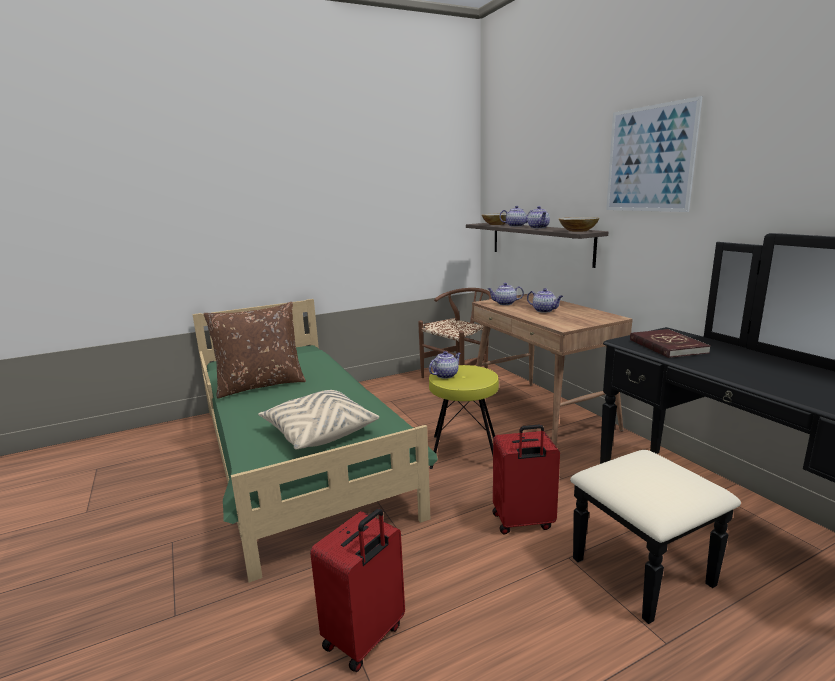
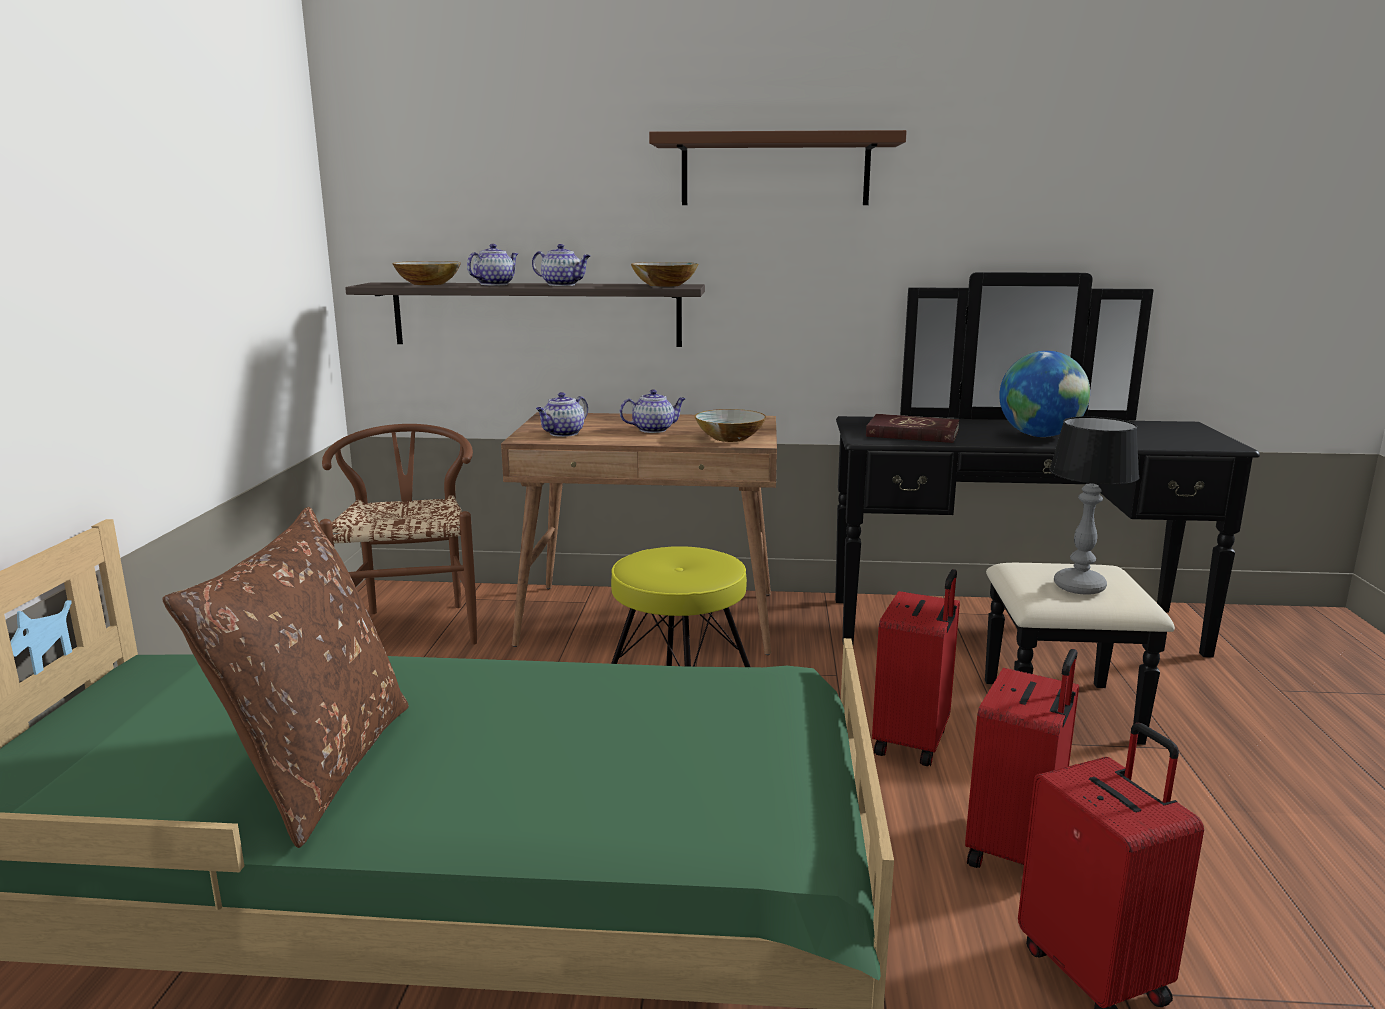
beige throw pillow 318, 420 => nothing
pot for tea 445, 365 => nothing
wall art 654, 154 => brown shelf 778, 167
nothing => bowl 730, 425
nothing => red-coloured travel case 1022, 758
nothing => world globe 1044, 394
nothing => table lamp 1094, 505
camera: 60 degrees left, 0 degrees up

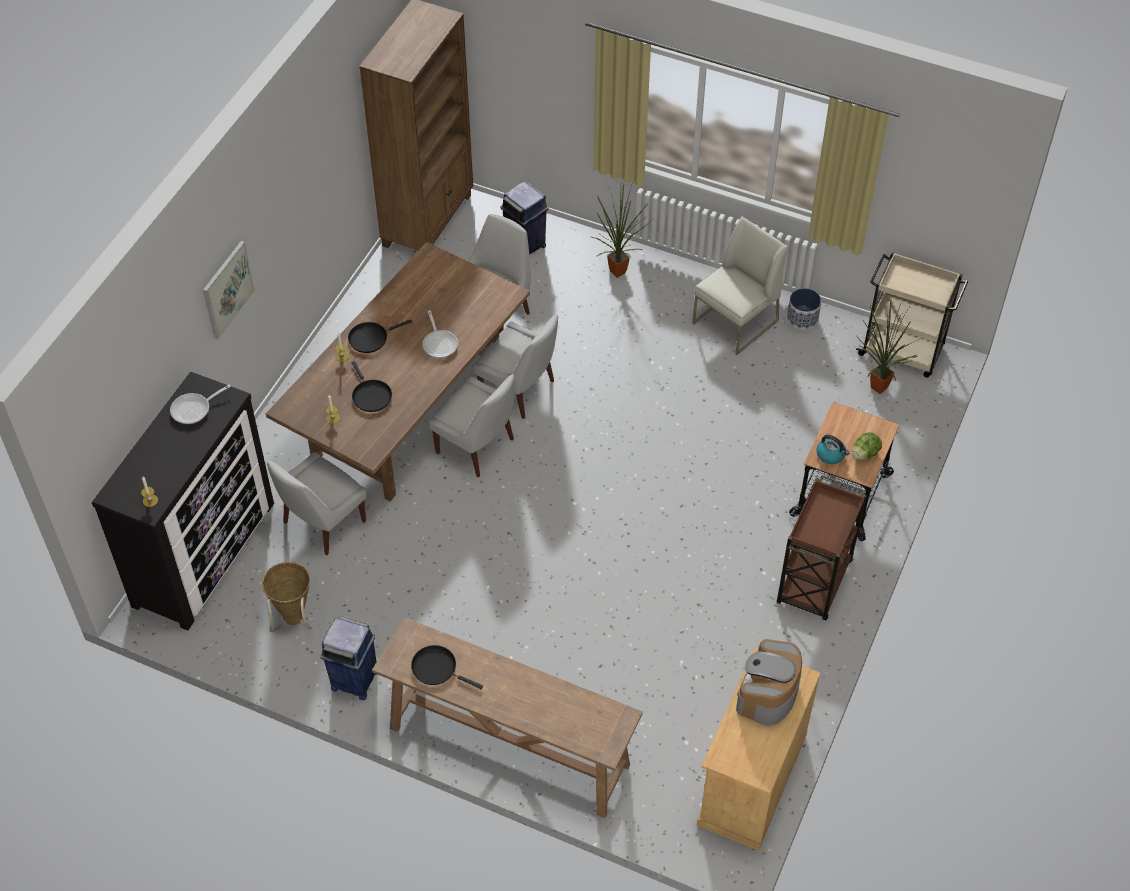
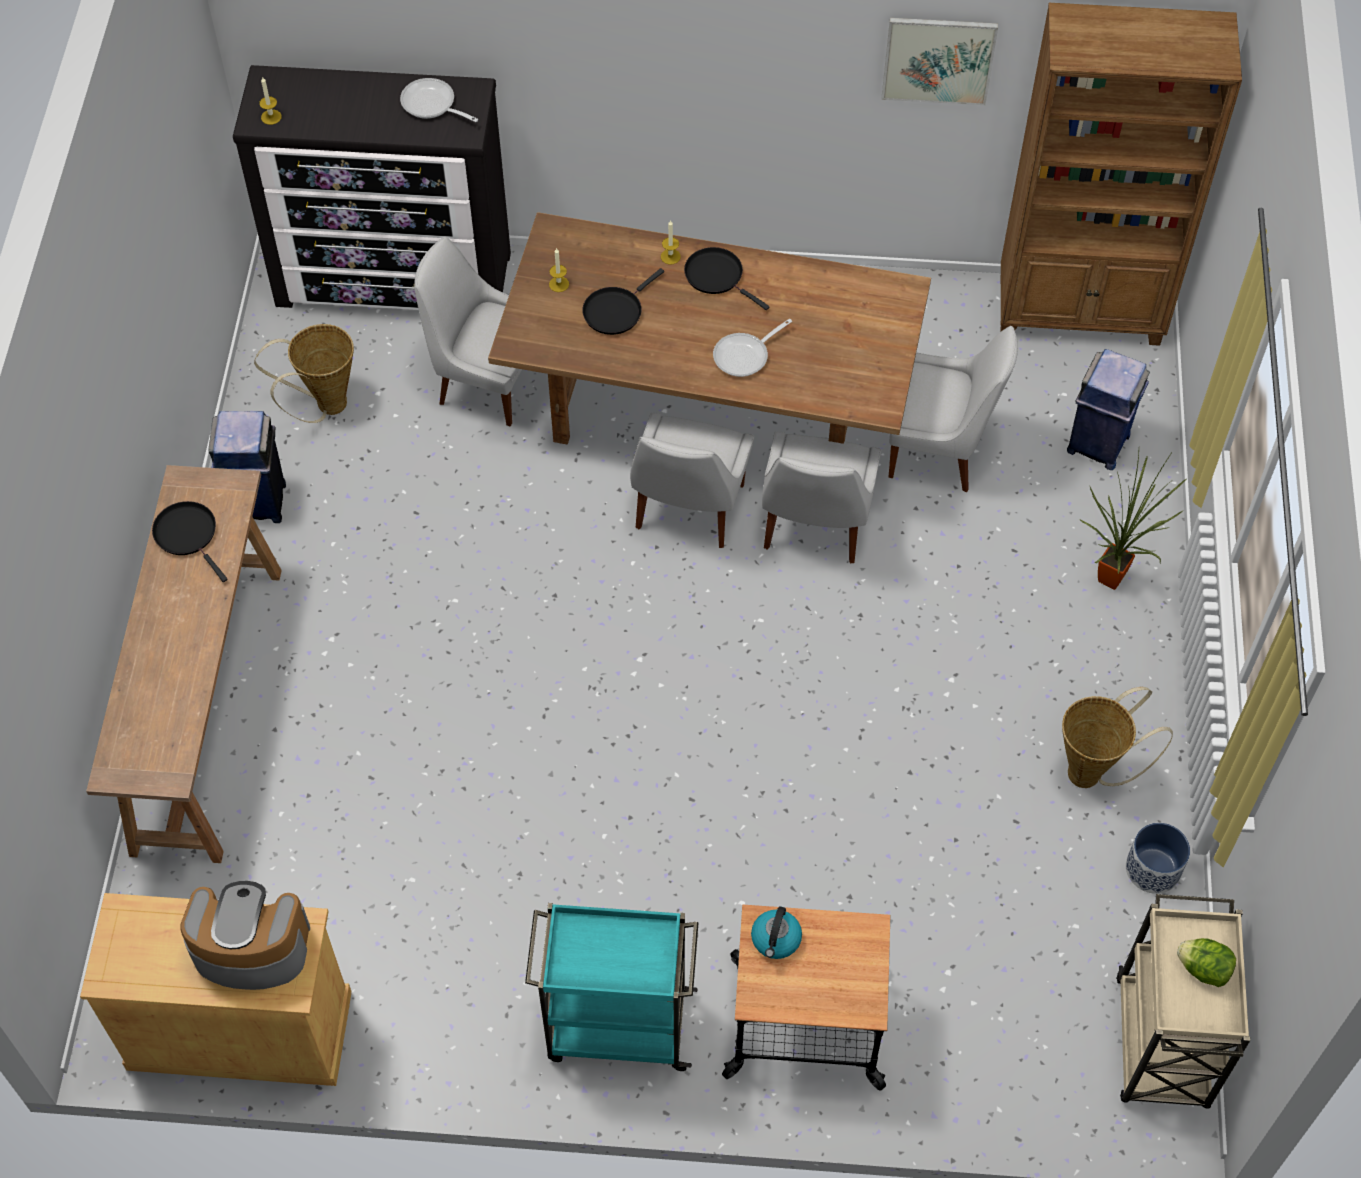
wall art 229, 290 => wall art 940, 61, shifted
black-coloured skillet 447, 667 => black-coloured skillet 190, 541, 45 degrees counterclockwise
white-coloured plain chair 740, 285 => storage basket 1117, 737
brown trolley 822, 547 => blue-green trolley 611, 987
lettuce head 867, 446 => lettuce head 1206, 962, shifted
plant in a pot 889, 347 => nothing
camera: 70 degrees right, 5 degrees up

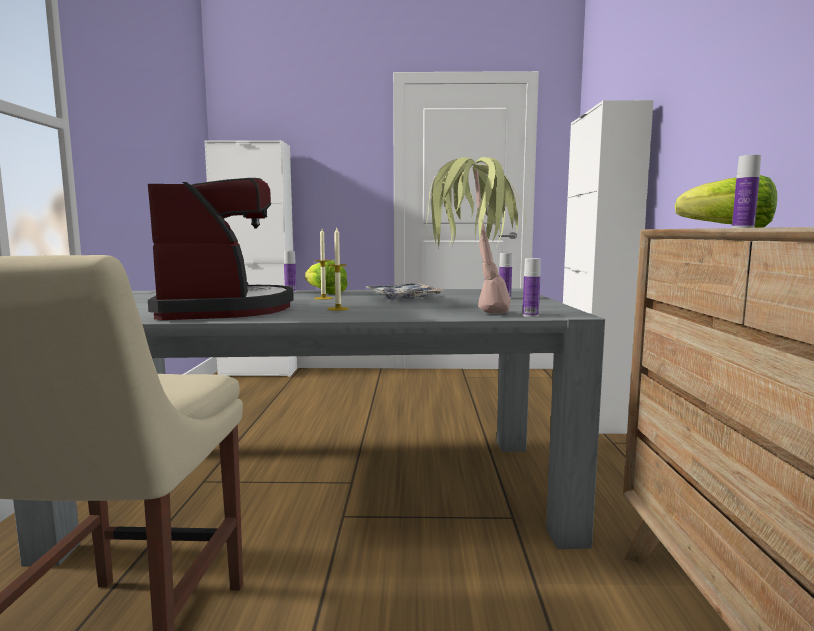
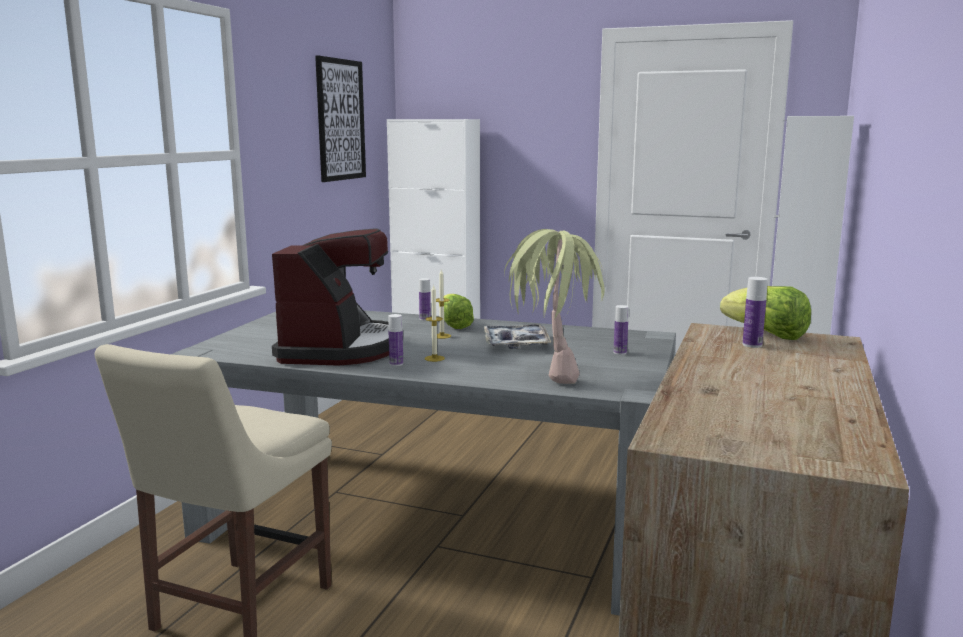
bottle 532, 287 => bottle 395, 340, shifted
nothing => wall art 340, 118
camera: 20 degrees right, 5 degrees up

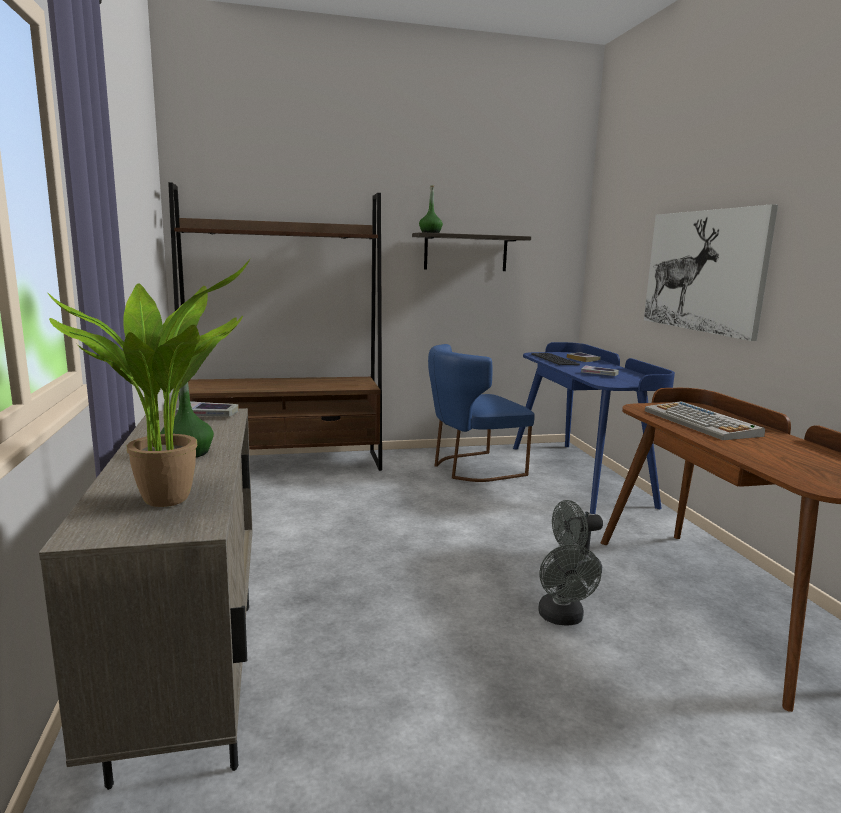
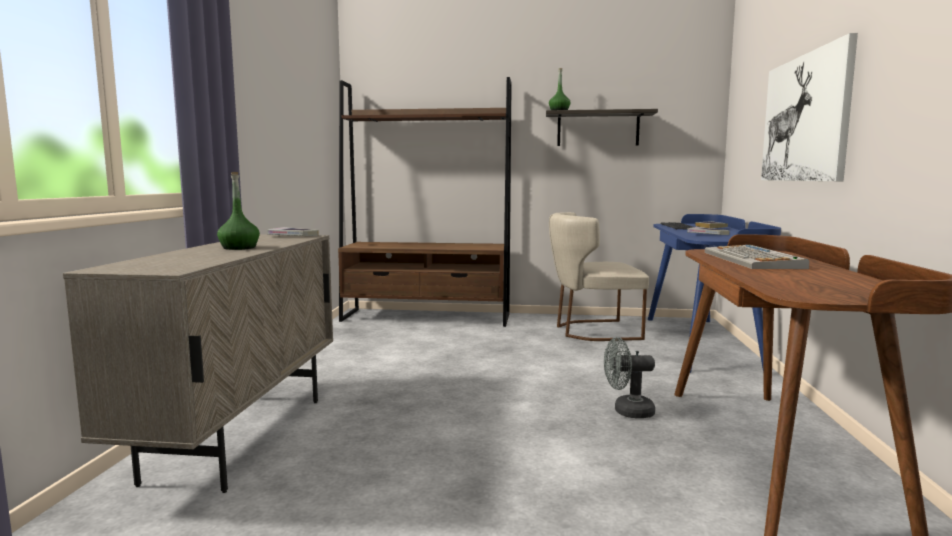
plant in a pot 148, 383 => nothing
blue-coloured plain chair 481, 413 => beige plain chair 599, 276
grey cooling fan 569, 584 => nothing
camera: 20 degrees right, 5 degrees down

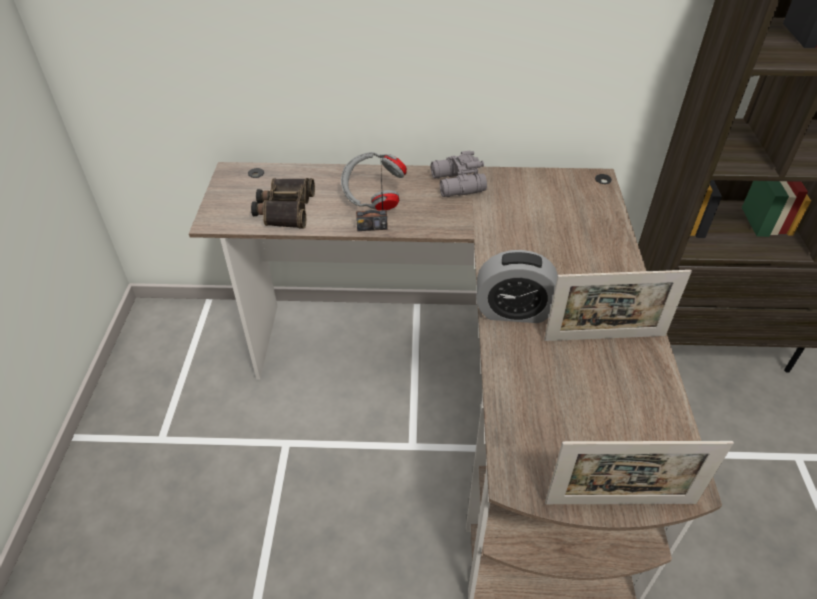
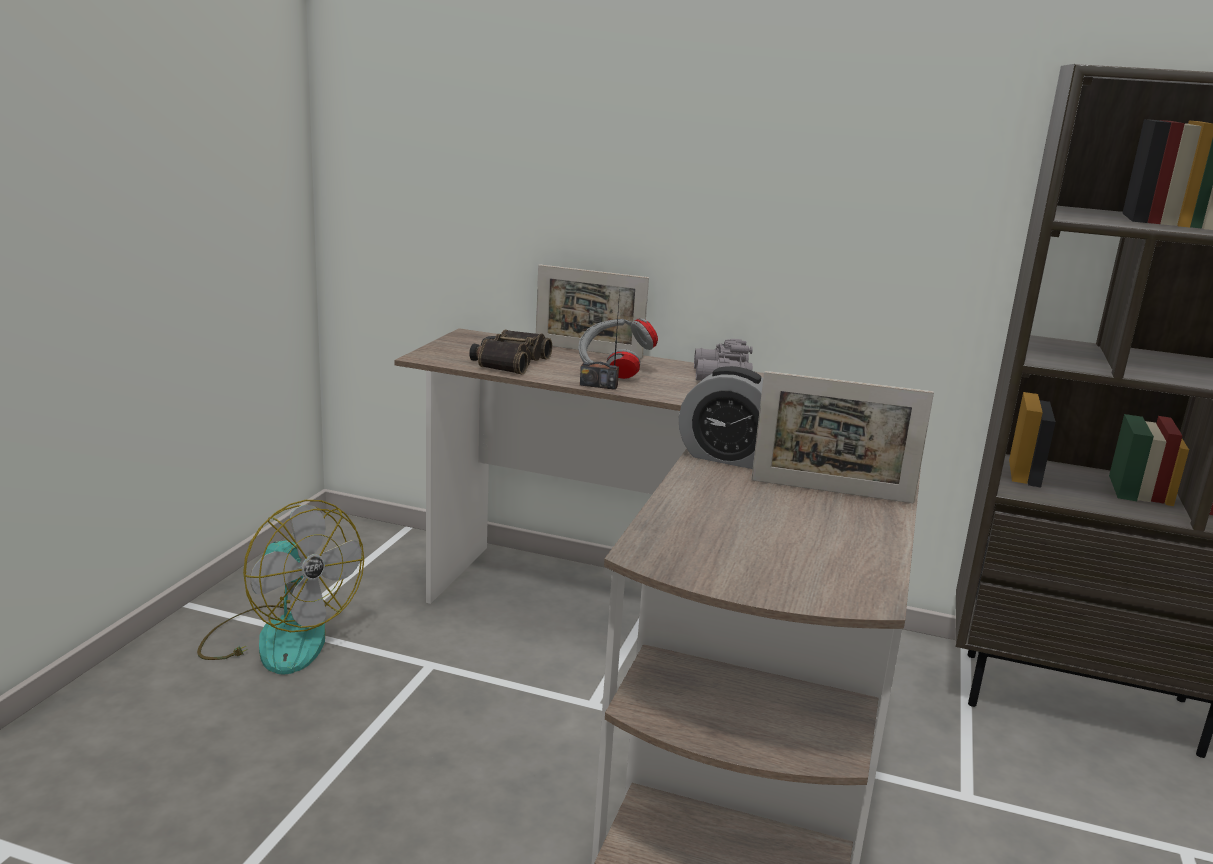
photo frame 639, 472 => photo frame 592, 311, shifted
nothing => cooling fan 280, 587
camera: 15 degrees right, 25 degrees down

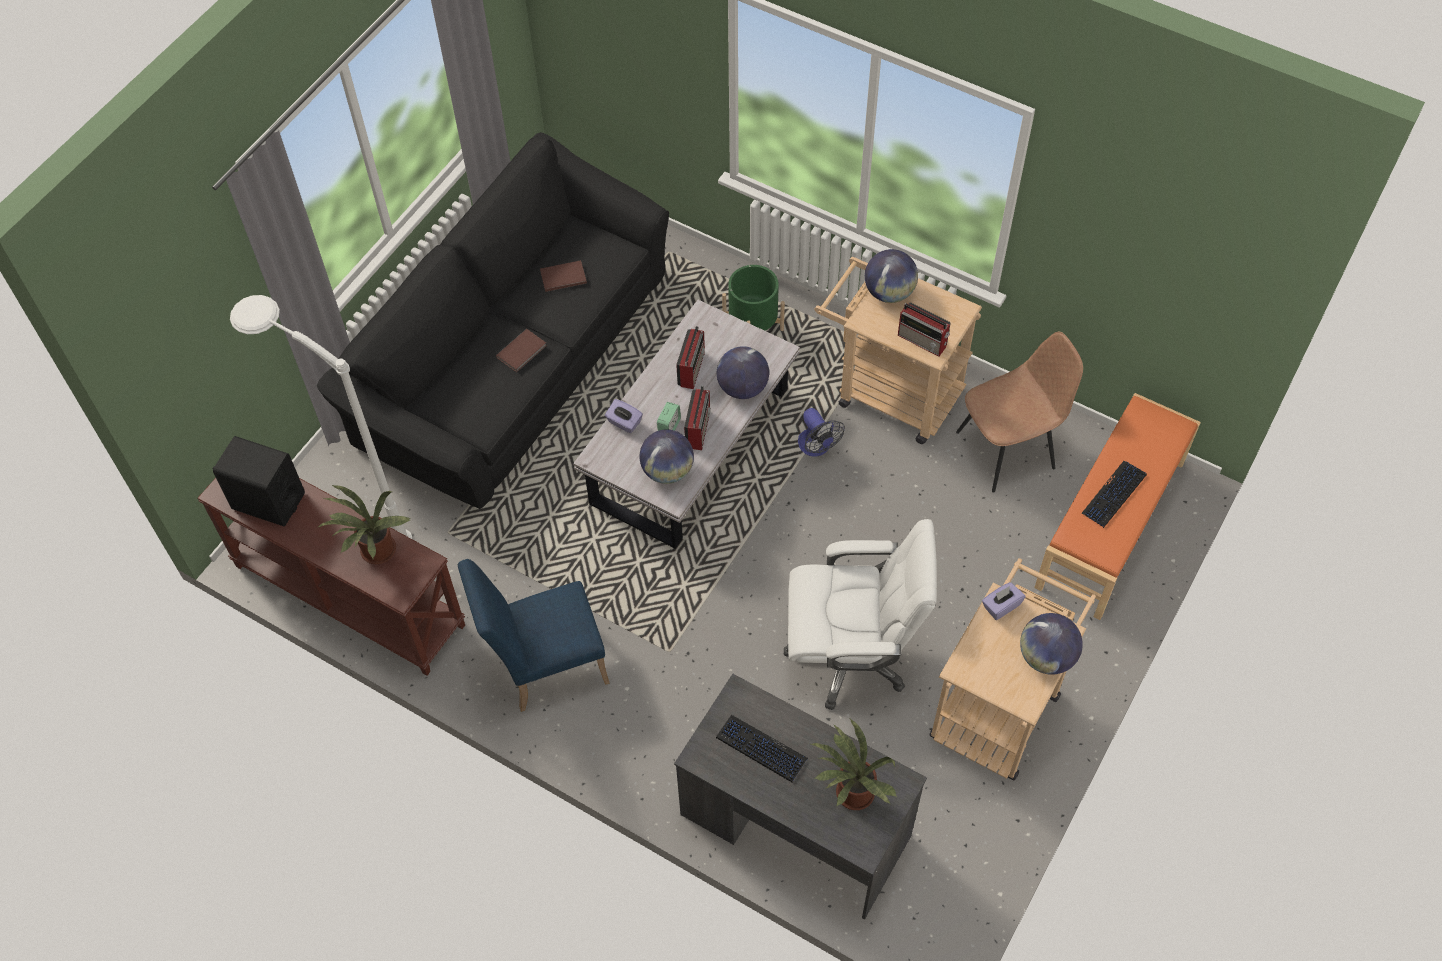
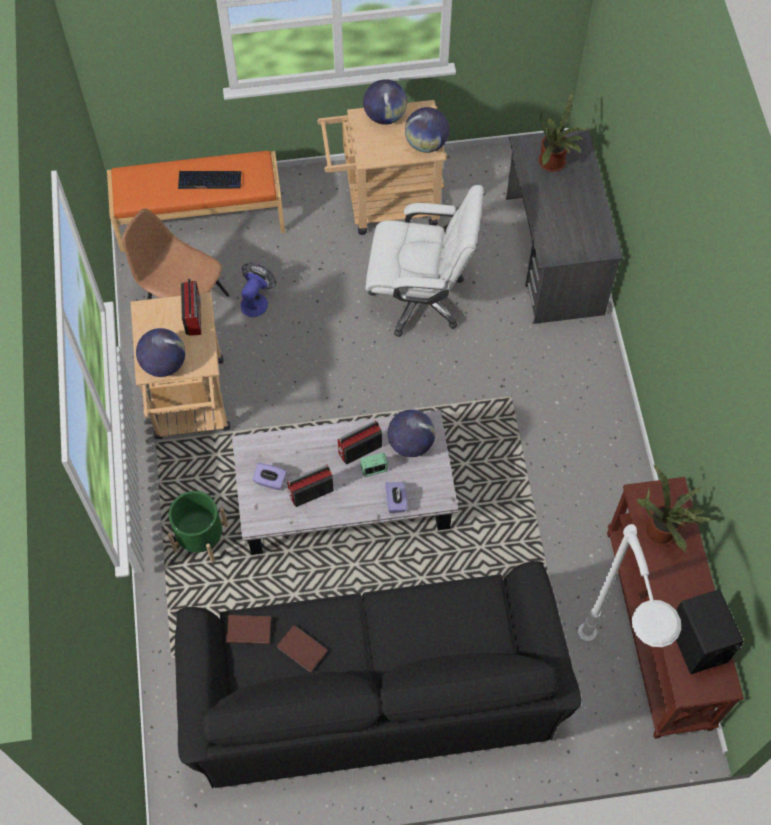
blue-coloured plain chair 534, 635 => nothing
brown book 521, 350 => brown book 248, 629, shifted
keyboard 762, 749 => nothing
world globe 743, 372 => world globe 427, 130, shifted
white-coloured office chair 860, 614 => white-coloured office chair 424, 261, 135 degrees clockwise
cooling fan 821, 432 => cooling fan 258, 290, shifted
purple-coloured box of tissues 1003, 601 => purple-coloured box of tissues 270, 476, shifted
camera: 130 degrees left, 5 degrees up

